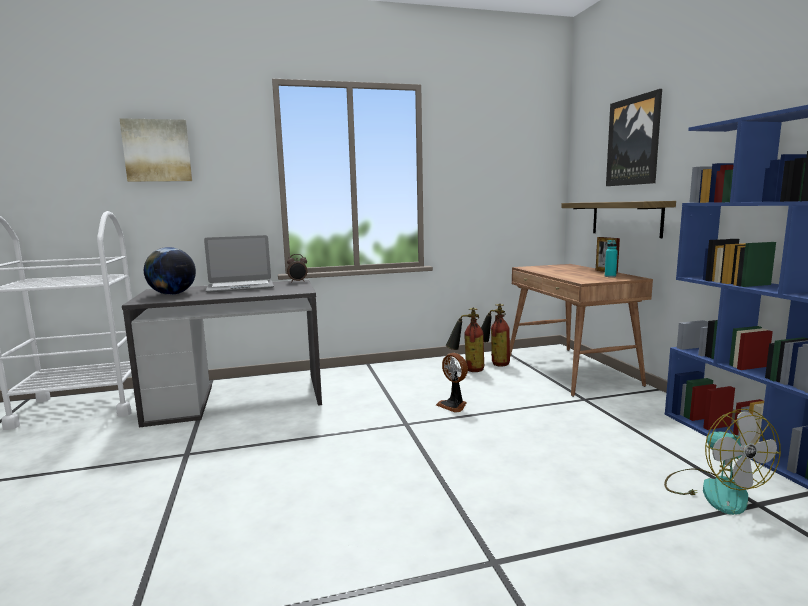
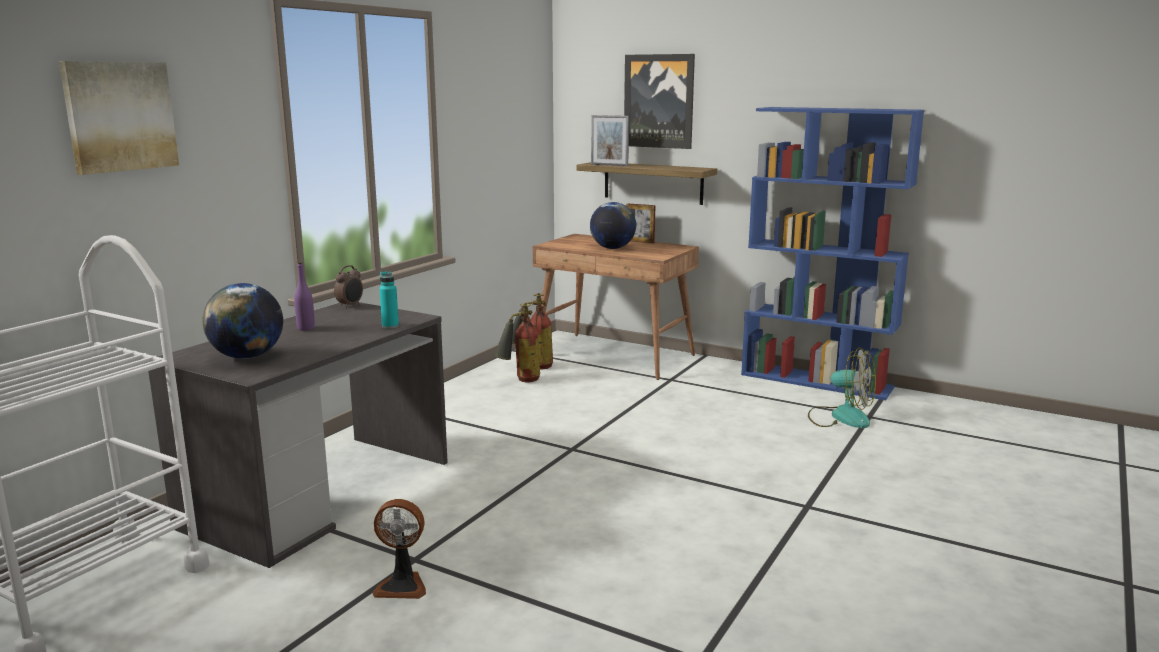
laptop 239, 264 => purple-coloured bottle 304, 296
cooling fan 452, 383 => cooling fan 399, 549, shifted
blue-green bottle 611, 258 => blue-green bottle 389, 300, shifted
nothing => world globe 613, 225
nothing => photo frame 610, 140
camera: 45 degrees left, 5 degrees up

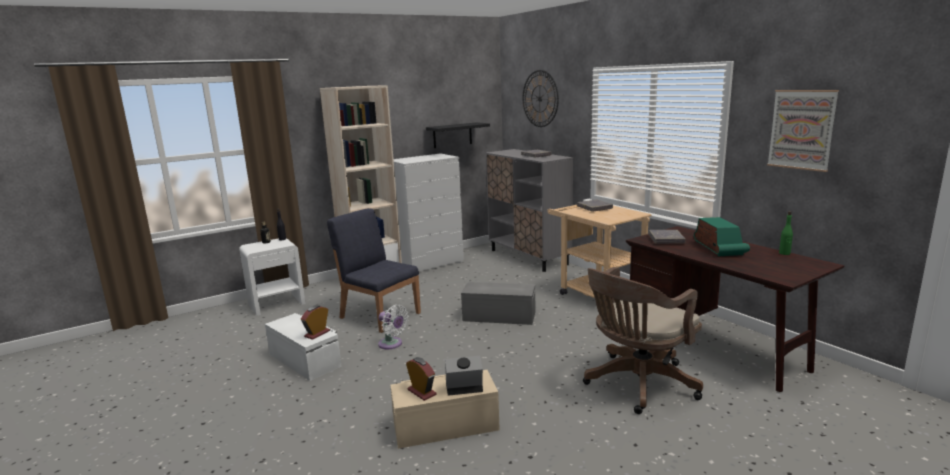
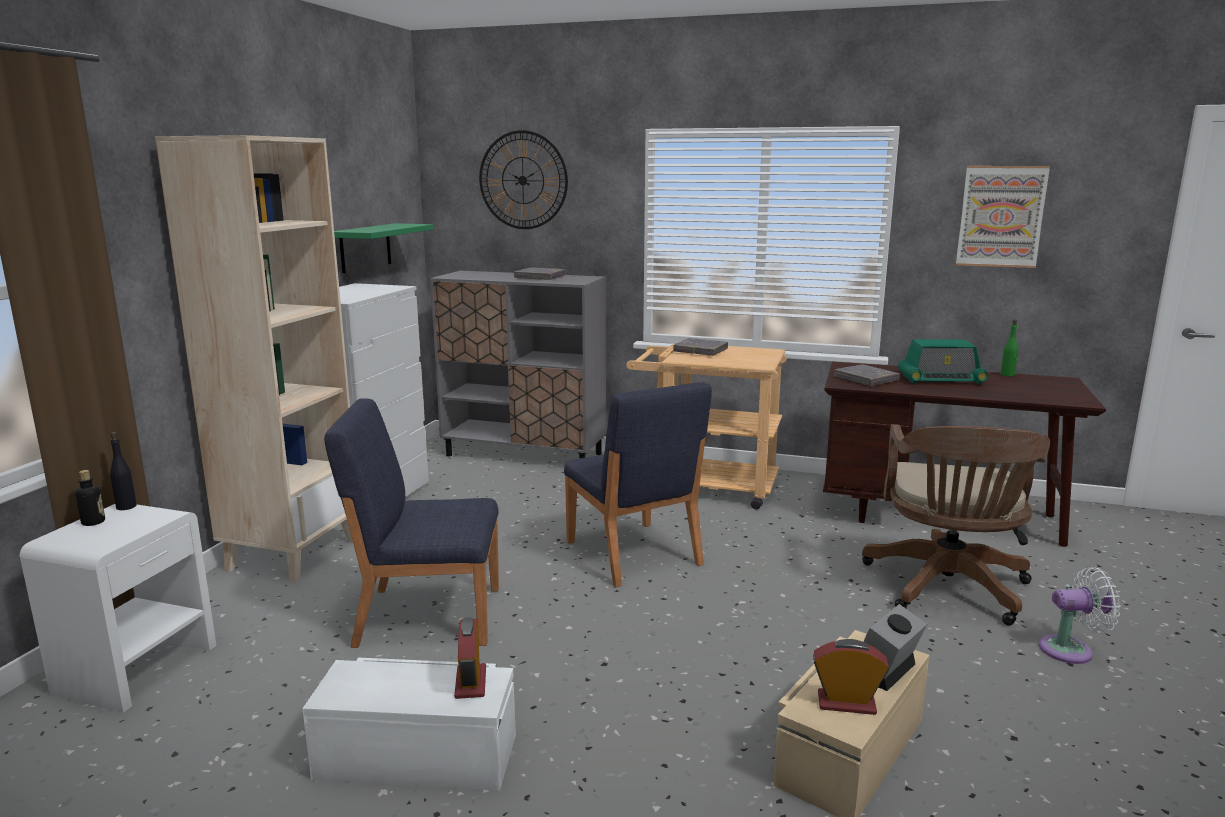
white-coloured cooling fan 393, 327 => white-coloured cooling fan 1080, 615, shifted
black-coloured shelf 458, 135 => greenish shelf 383, 248
grey storage box 498, 303 => blue-coloured plain chair 638, 484
radio receiver 722, 236 => radio receiver 943, 362, 135 degrees clockwise
camera: 40 degrees left, 0 degrees up

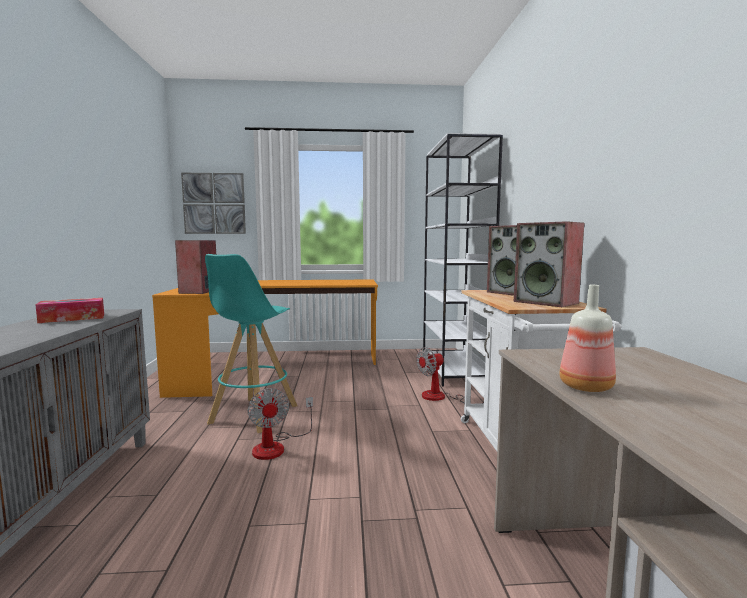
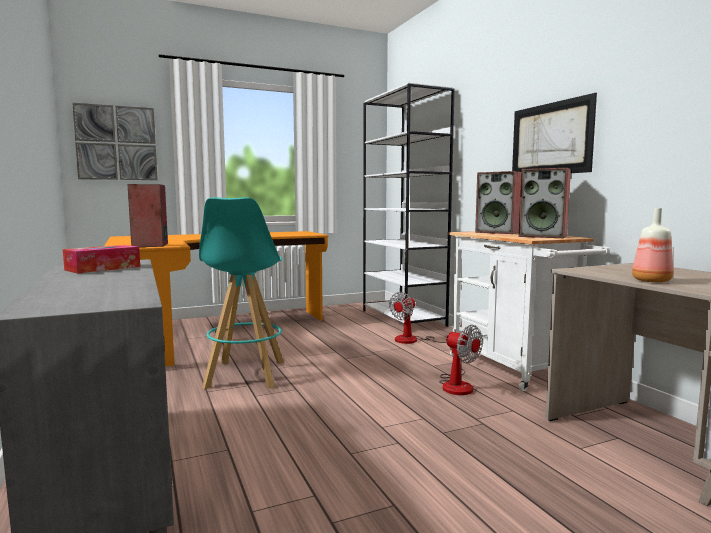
cooling fan 280, 424 => cooling fan 461, 360, shifted
nothing => wall art 554, 133
camera: 20 degrees left, 0 degrees up

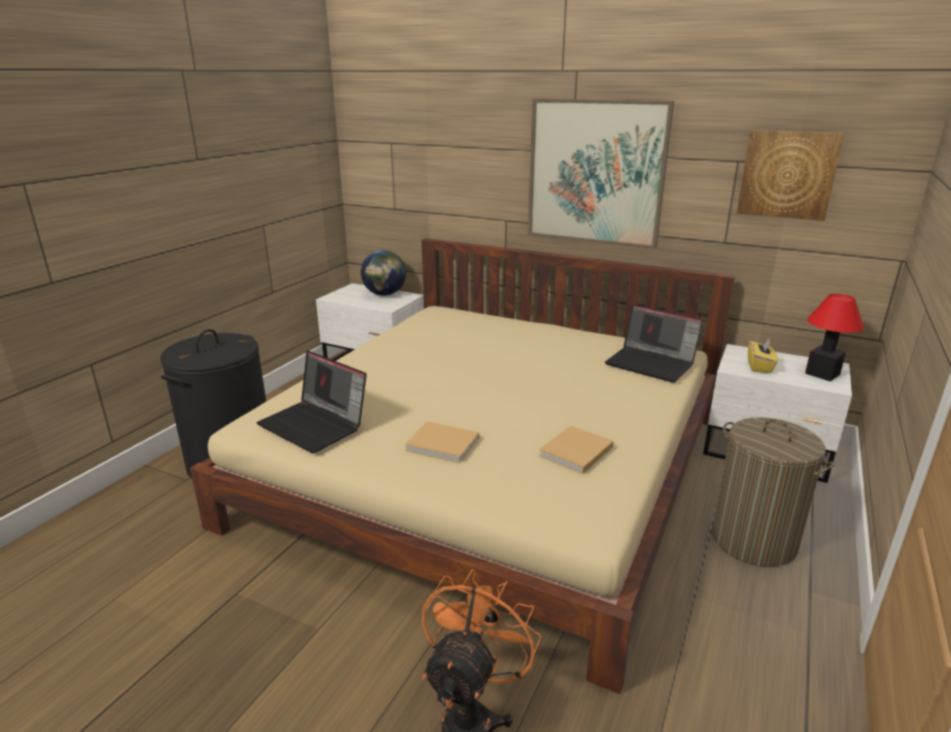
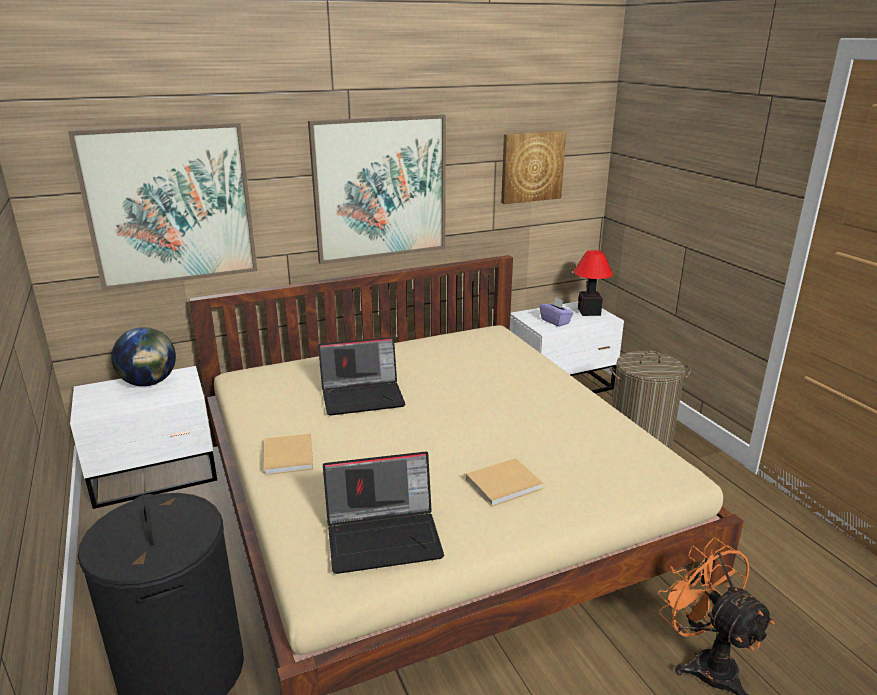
beige book 576, 450 => beige book 288, 454, shifted
laptop 654, 343 => laptop 362, 376, shifted
yellow box of tissues 763, 355 => purple-coloured box of tissues 557, 312
nothing => wall art 162, 206
camera: 50 degrees left, 0 degrees up

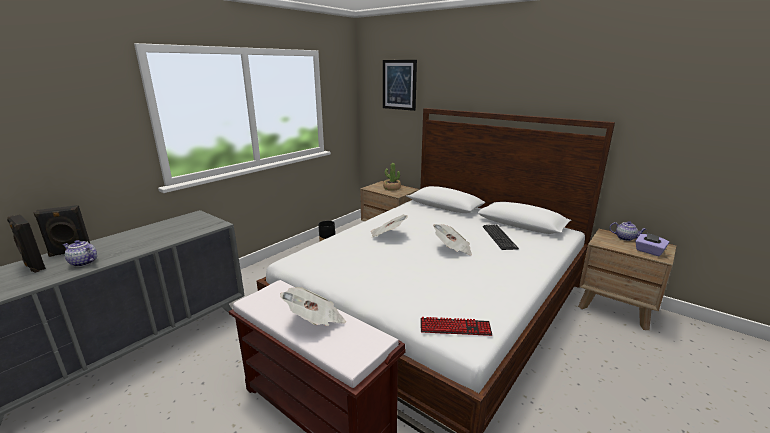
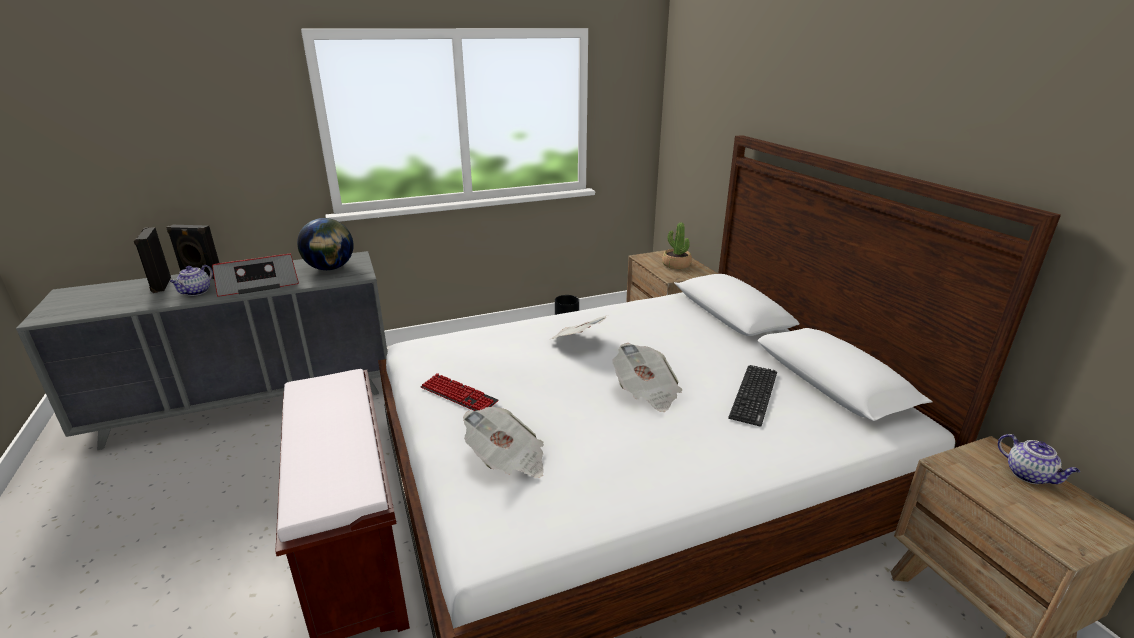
pot for tea 80, 253 => pot for tea 191, 280, 120 degrees counterclockwise
daily paper 313, 306 => daily paper 503, 442, shifted
wall art 400, 85 => nothing
keyboard 456, 326 => keyboard 459, 392, shifted
purple-coloured box of tissues 652, 244 => nothing
nothing => radio receiver 255, 275
nothing => world globe 325, 244
camera: 30 degrees right, 5 degrees up

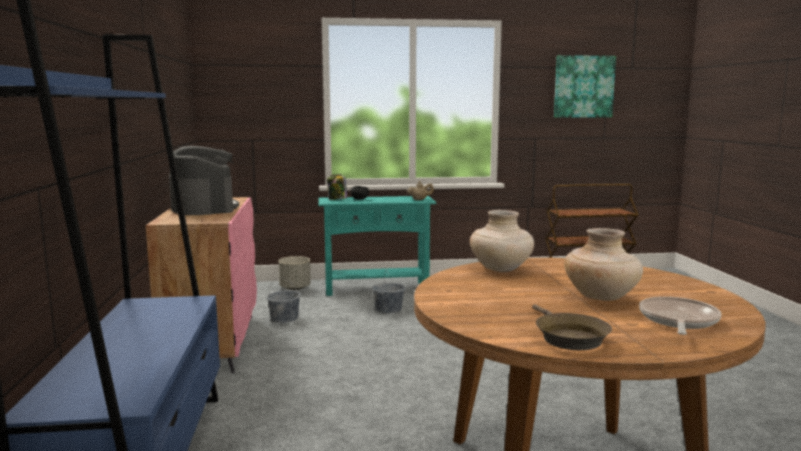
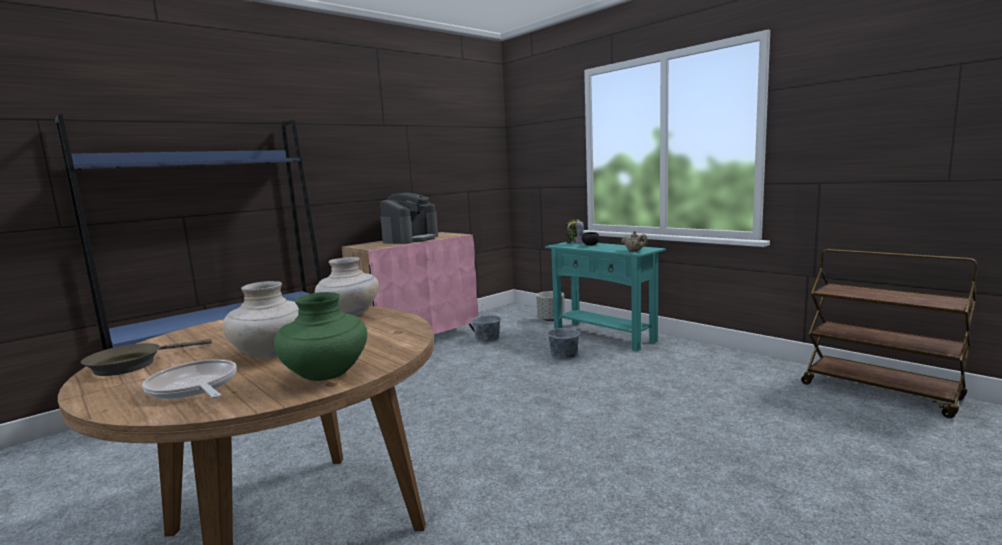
wall art 585, 86 => nothing
skillet 680, 315 => skillet 189, 379, 120 degrees counterclockwise
nothing => greenish vase 320, 336
camera: 55 degrees right, 0 degrees up

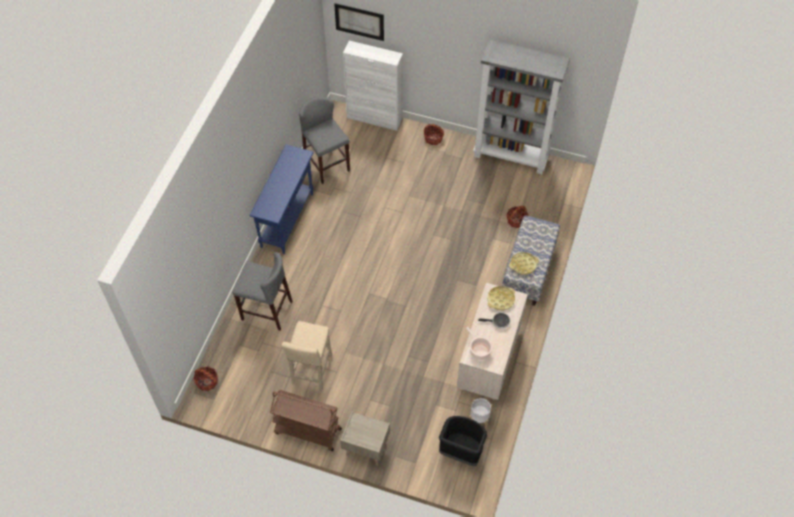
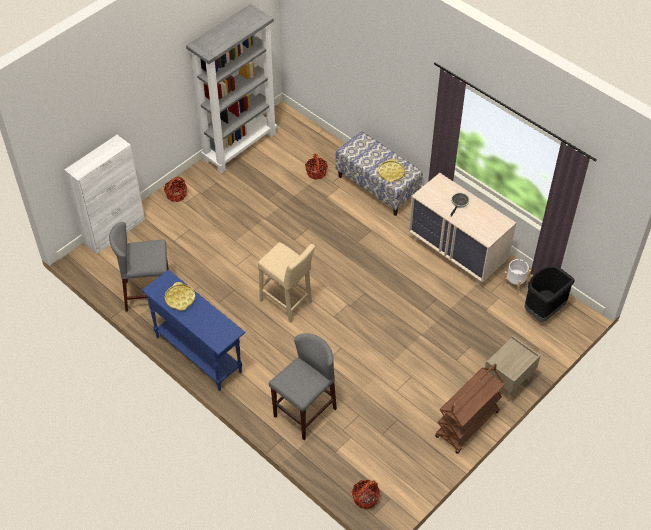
beige stool seat 306, 356 => beige stool seat 286, 282, shifted
wall art 359, 22 => nothing
cooking pot 479, 343 => nothing
yellow carrying tray 501, 298 => yellow carrying tray 180, 296, shifted
camera: 65 degrees left, 5 degrees down

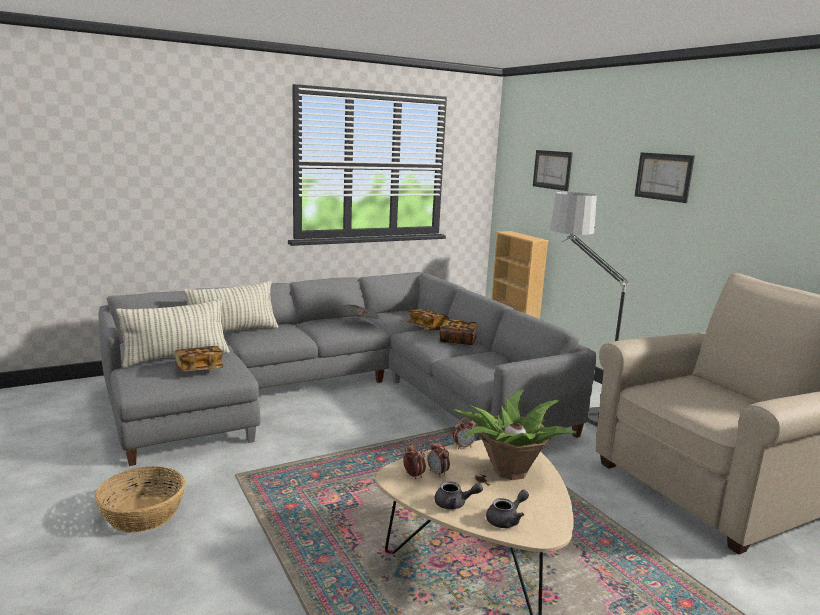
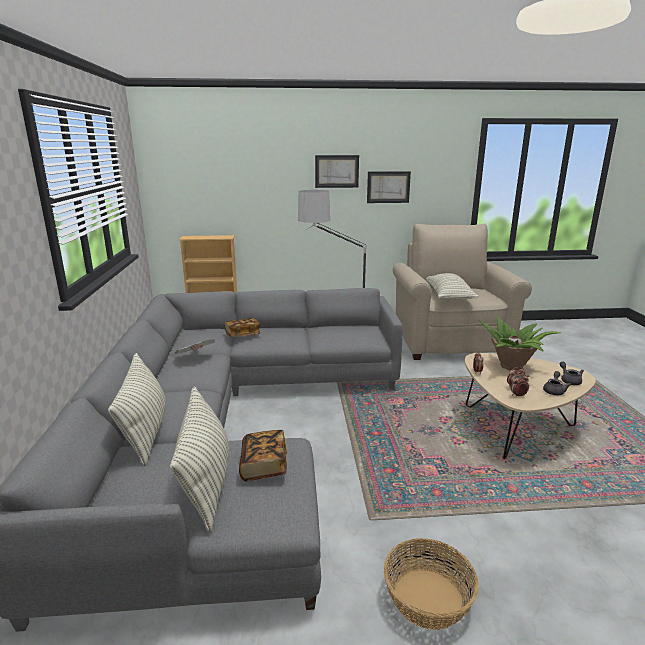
book 458, 332 => nothing
wall art 553, 170 => wall art 389, 187, shifted
nothing => throw pillow 452, 286
camera: 65 degrees left, 5 degrees up

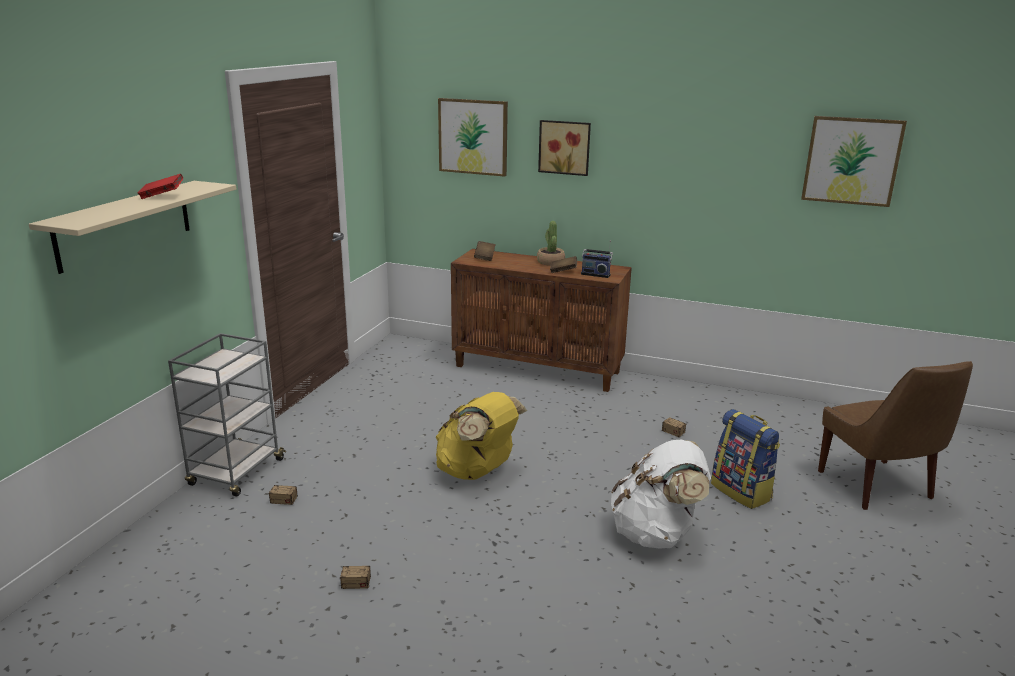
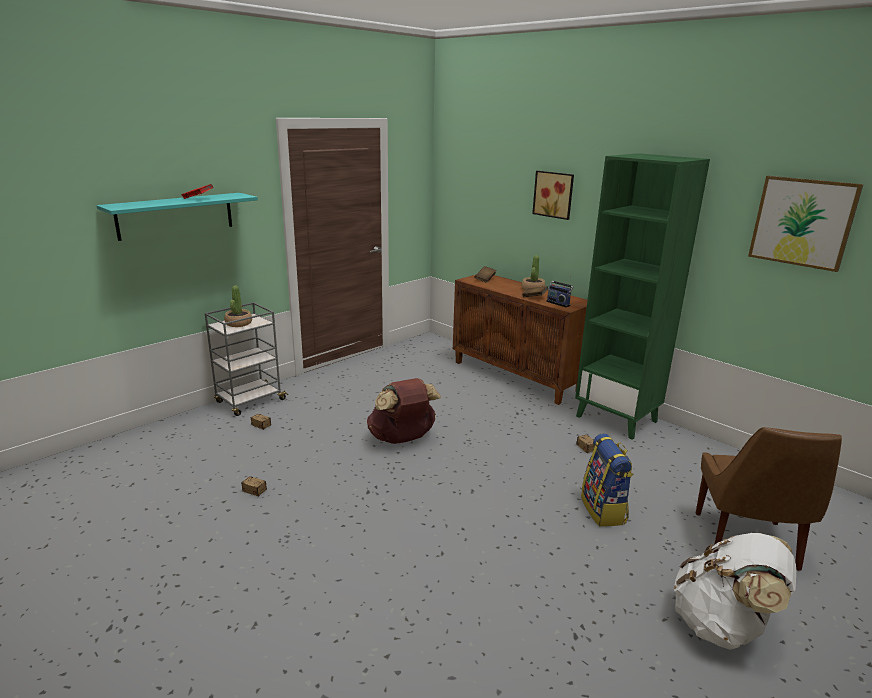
beige shelf 132, 227 => blue-green shelf 177, 217
yellow backpack 481, 436 => brown backpack 404, 411
wall art 473, 137 => nothing
white-coloured backpack 661, 494 => white-coloured backpack 735, 591, shifted
nothing => plant in a pot 238, 306
nothing => greenish bookshelf 642, 296
camera: 25 degrees right, 0 degrees up

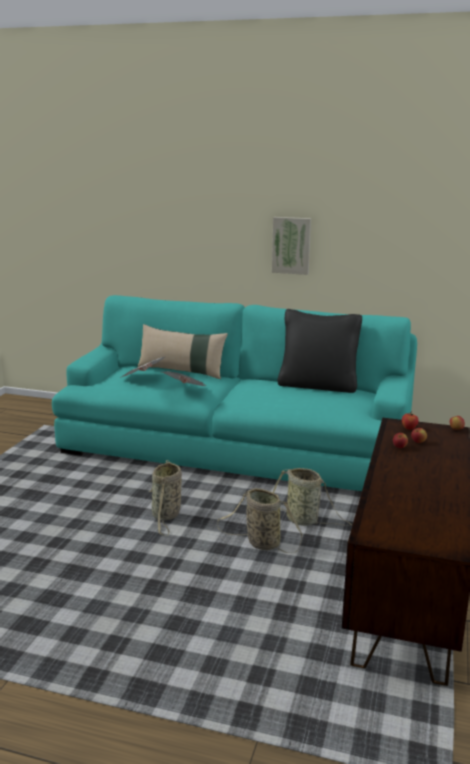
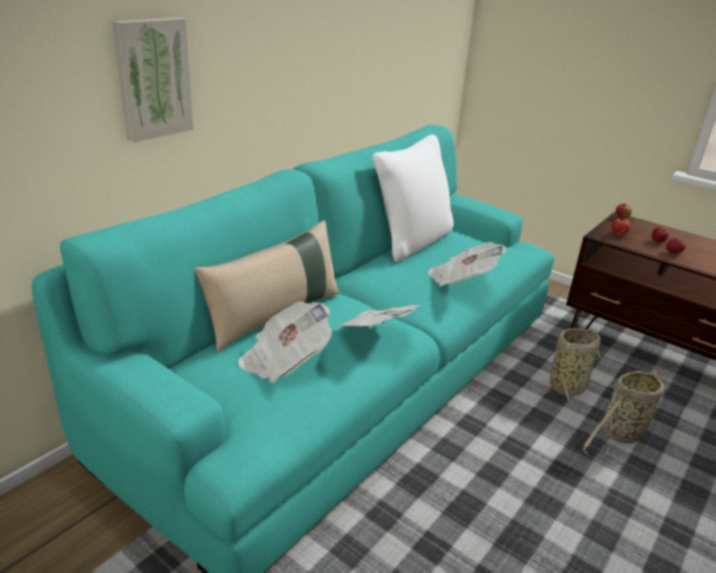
storage basket 165, 498 => nothing
wall art 291, 246 => wall art 153, 79, shifted
black-coloured throw pillow 319, 351 => white-coloured throw pillow 413, 198
nothing => daily paper 467, 264
camera: 70 degrees left, 10 degrees up

